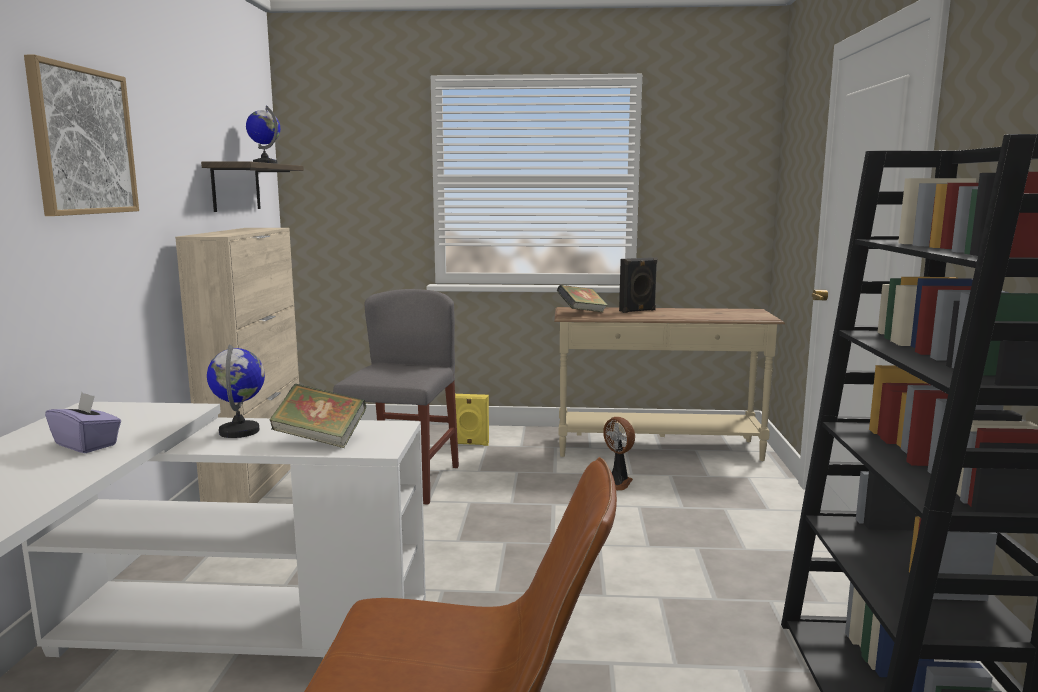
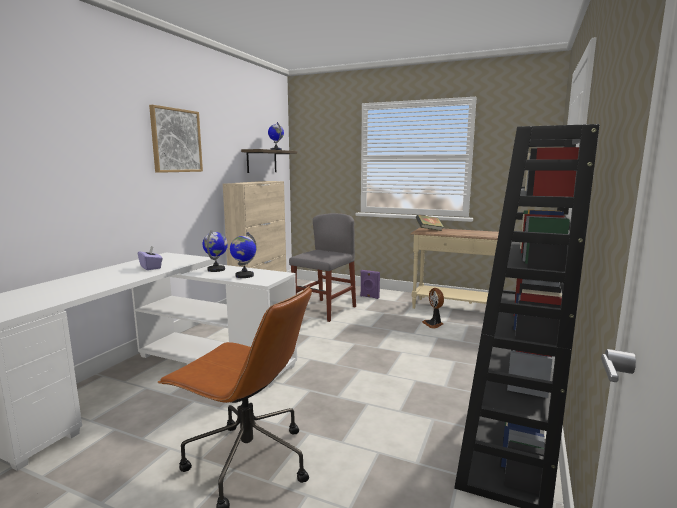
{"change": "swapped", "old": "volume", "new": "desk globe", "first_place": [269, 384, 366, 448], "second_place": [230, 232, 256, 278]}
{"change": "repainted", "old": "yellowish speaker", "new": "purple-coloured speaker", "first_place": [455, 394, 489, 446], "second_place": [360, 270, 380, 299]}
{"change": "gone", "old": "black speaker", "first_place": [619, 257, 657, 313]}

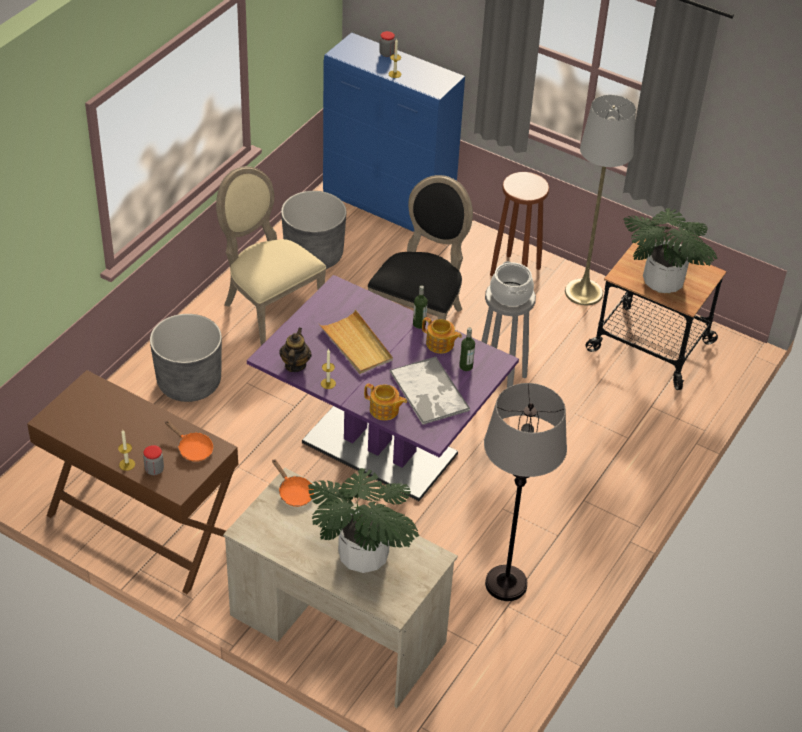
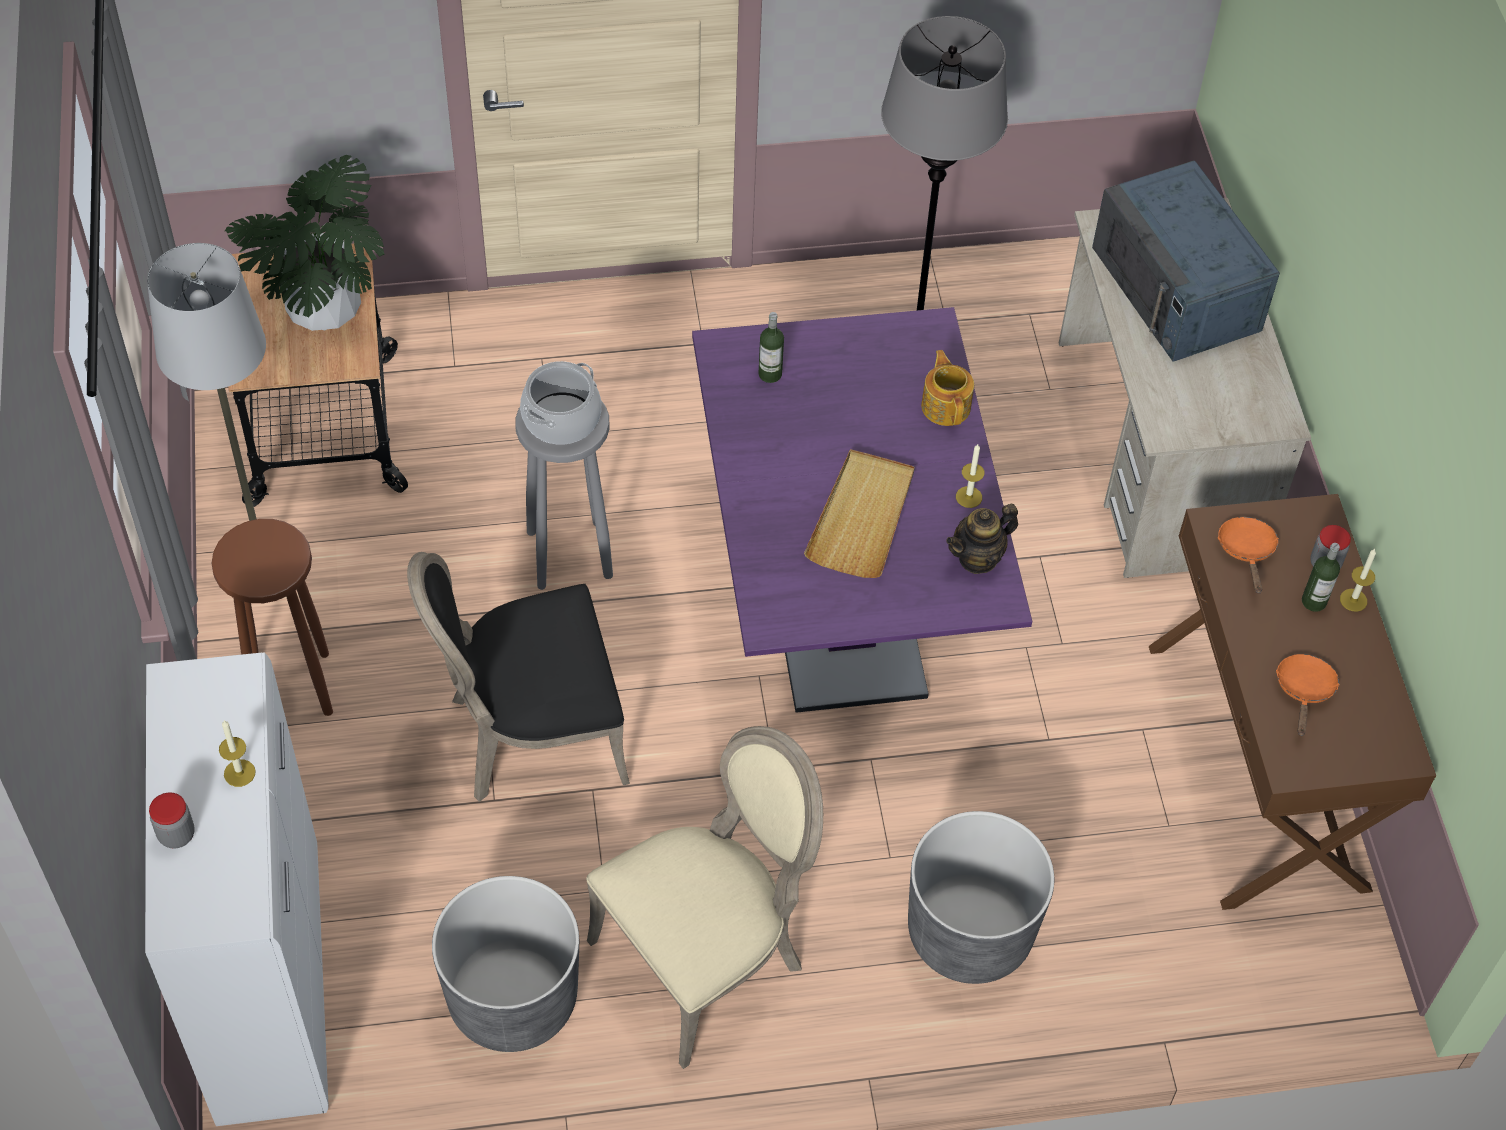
{"change": "repainted", "old": "blue storage cabinet", "new": "whitish storage cabinet", "first_place": [323, 32, 465, 236], "second_place": [145, 652, 329, 1126]}
{"change": "rotated", "old": "sand-coloured plain chair", "first_place": [216, 166, 326, 346], "second_place": [586, 726, 823, 1069], "degrees": -135}
{"change": "swapped", "old": "houseplant", "new": "blue kitchen microwave", "first_place": [308, 468, 419, 573], "second_place": [1092, 161, 1280, 362]}
{"change": "shifted", "old": "orange pan", "first_place": [272, 459, 314, 507], "second_place": [1276, 654, 1340, 736]}
{"change": "shifted", "old": "drink bottle", "first_place": [413, 285, 428, 329], "second_place": [1302, 543, 1340, 612]}
{"change": "gone", "old": "tray", "first_place": [390, 357, 470, 425]}
{"change": "gone", "old": "pot for tea", "first_place": [422, 317, 462, 354]}

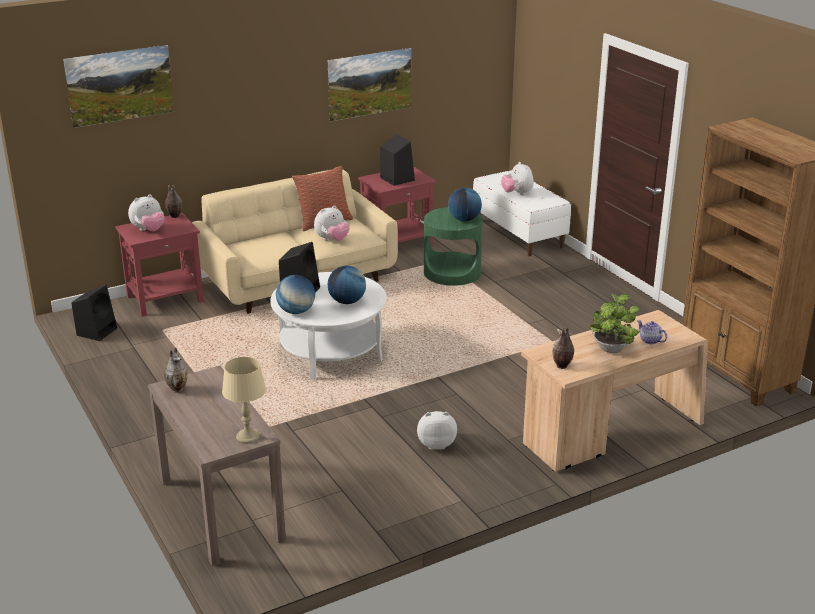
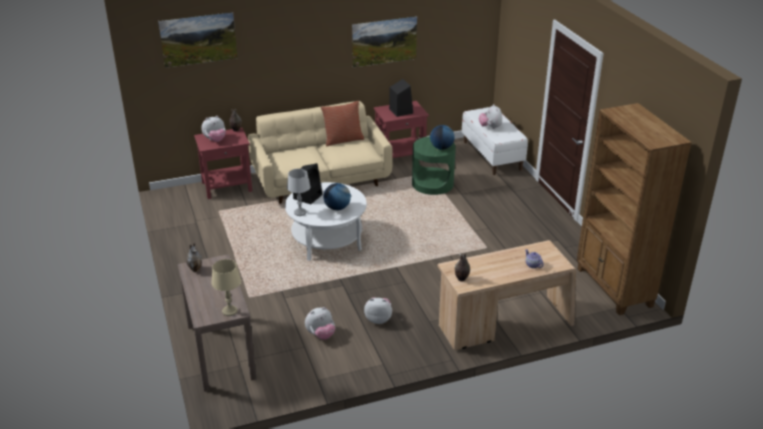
{"change": "swapped", "old": "desk globe", "new": "greyish lamp for a table", "first_place": [276, 275, 315, 314], "second_place": [287, 169, 311, 216]}
{"change": "shifted", "old": "cuddly toy", "first_place": [314, 205, 350, 241], "second_place": [305, 307, 335, 340]}
{"change": "gone", "old": "black speaker", "first_place": [71, 285, 117, 341]}
{"change": "gone", "old": "houseplant", "first_place": [590, 293, 639, 353]}

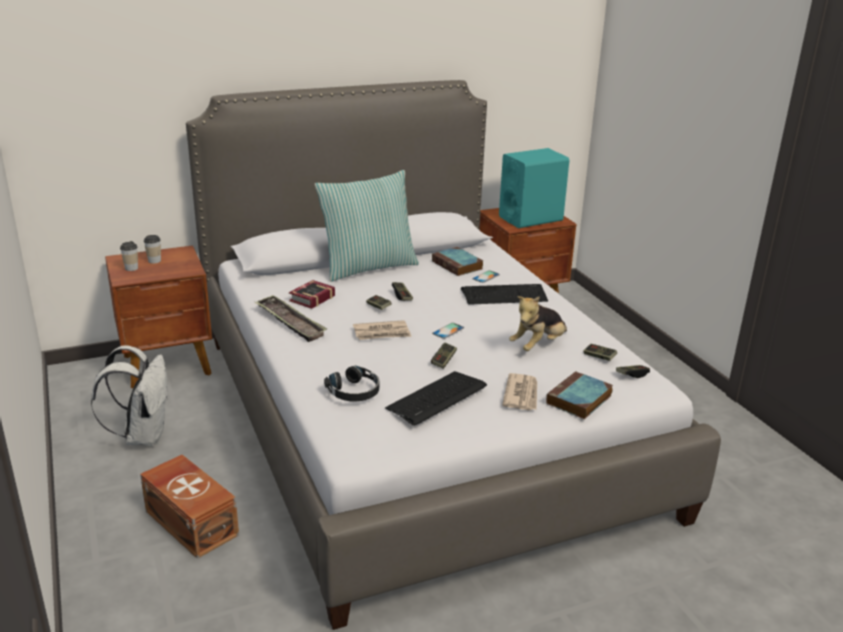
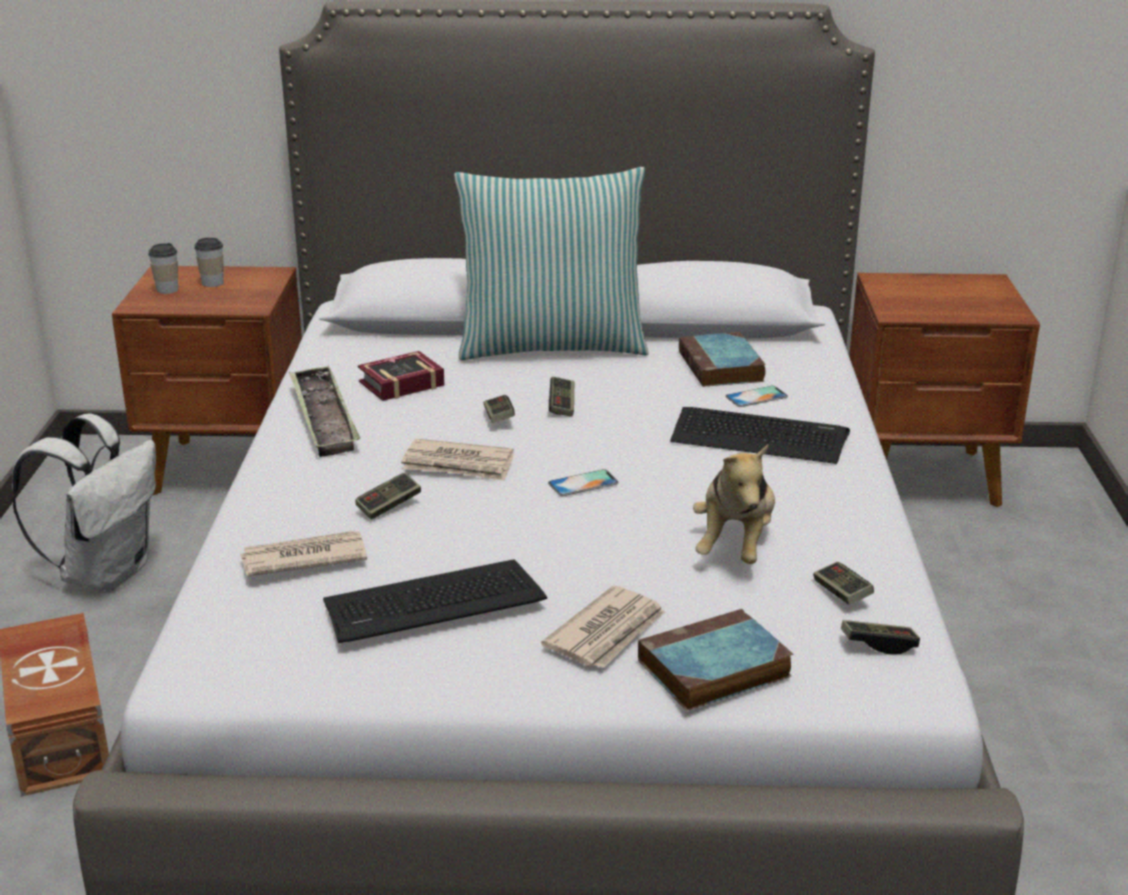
{"change": "swapped", "old": "black headphones", "new": "printed paper", "first_place": [324, 366, 379, 401], "second_place": [240, 531, 367, 576]}
{"change": "shifted", "old": "game controller", "first_place": [431, 342, 457, 369], "second_place": [355, 472, 421, 520]}
{"change": "rotated", "old": "cuddly toy", "first_place": [509, 296, 567, 351], "second_place": [693, 444, 775, 564], "degrees": -60}
{"change": "gone", "old": "turquoise speaker", "first_place": [499, 148, 569, 228]}

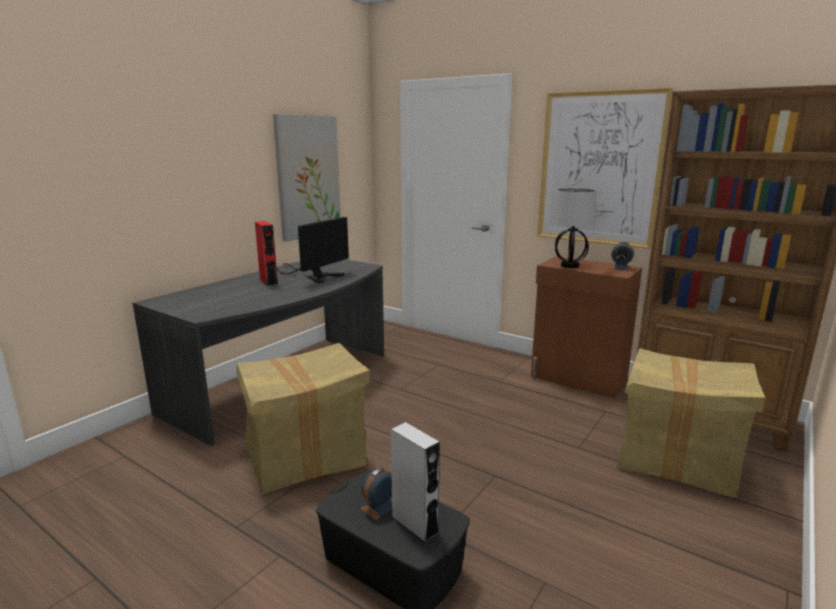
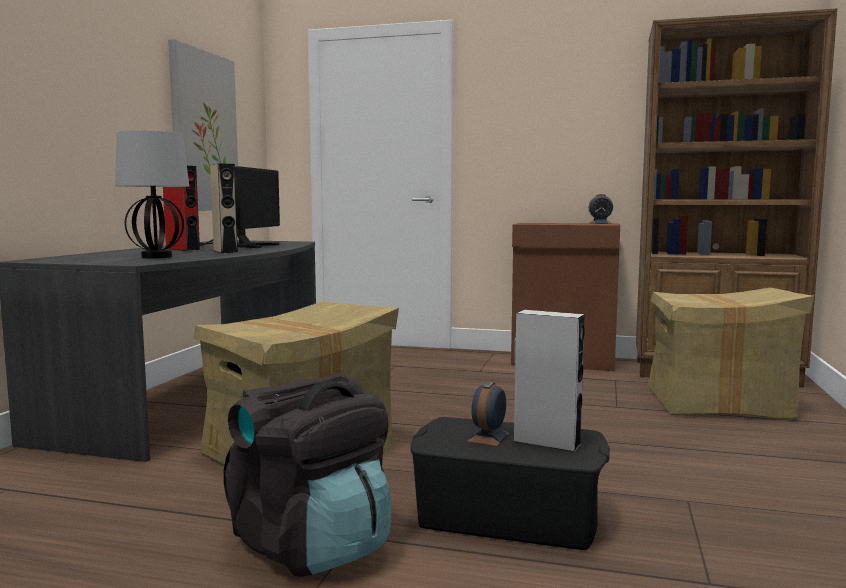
{"change": "shifted", "old": "lamp for a table", "first_place": [552, 188, 597, 268], "second_place": [115, 130, 189, 259]}
{"change": "new", "new": "sand-coloured speaker", "second_place": [210, 163, 238, 254]}
{"change": "new", "new": "black rucksack", "second_place": [224, 374, 392, 577]}
{"change": "gone", "old": "wall picture", "first_place": [538, 88, 673, 249]}

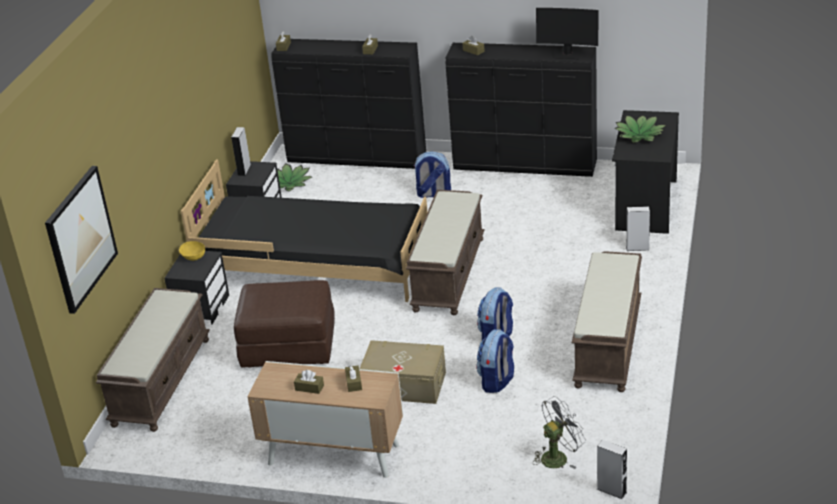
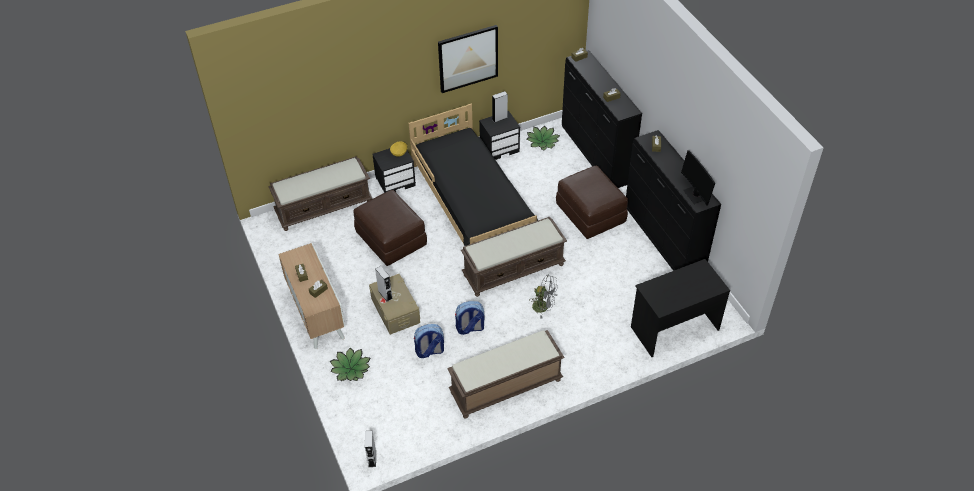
{"change": "shifted", "old": "houseplant", "first_place": [614, 115, 666, 143], "second_place": [330, 348, 370, 381]}
{"change": "shifted", "old": "greyish speaker", "first_place": [626, 206, 650, 251], "second_place": [375, 266, 393, 302]}
{"change": "shifted", "old": "wall picture", "first_place": [45, 166, 118, 314], "second_place": [438, 25, 498, 93]}
{"change": "shifted", "old": "greyish fan", "first_place": [533, 396, 586, 469], "second_place": [529, 274, 558, 318]}
{"change": "swapped", "old": "rucksack", "new": "brown-coloured pouffe", "first_place": [413, 151, 451, 198], "second_place": [556, 166, 628, 239]}

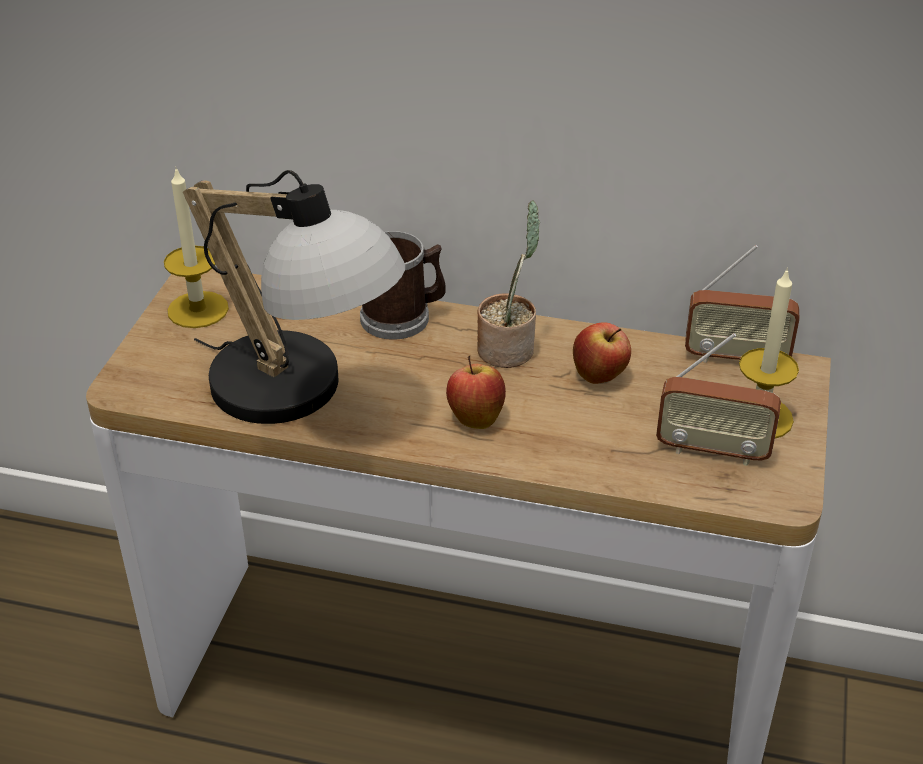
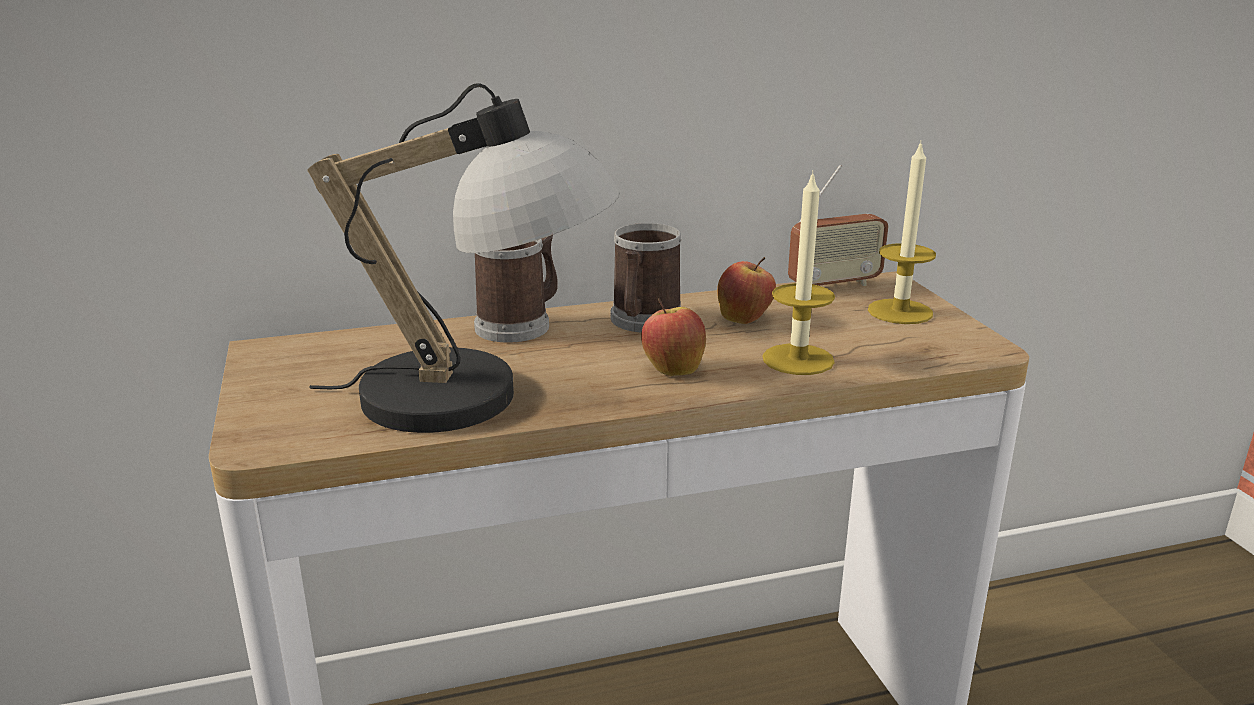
{"change": "swapped", "old": "houseplant", "new": "tea mug", "first_place": [477, 200, 540, 368], "second_place": [611, 223, 681, 332]}
{"change": "shifted", "old": "wax light", "first_place": [164, 166, 229, 328], "second_place": [762, 171, 835, 375]}
{"change": "gone", "old": "radio set", "first_place": [656, 333, 781, 466]}

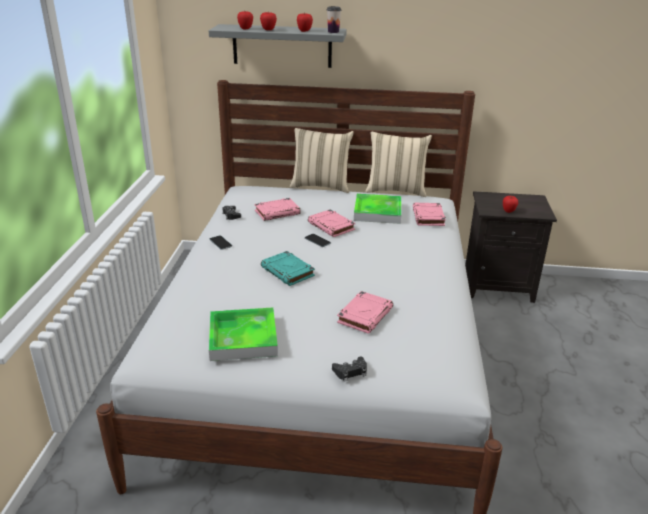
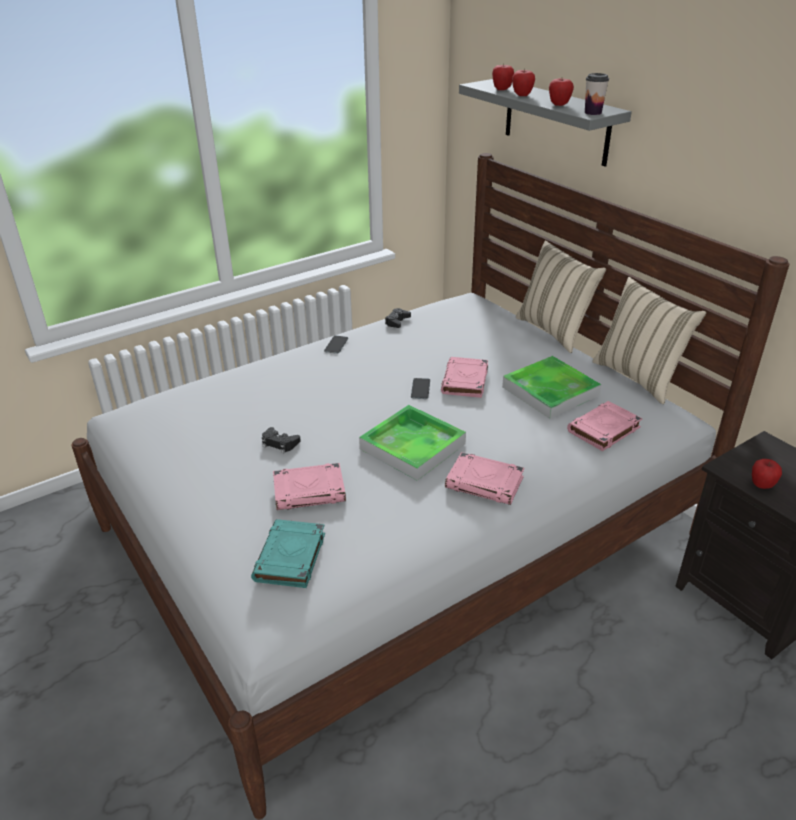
{"change": "shifted", "old": "turquoise volume", "first_place": [261, 251, 315, 286], "second_place": [251, 519, 325, 588]}
{"change": "shifted", "old": "black game controller", "first_place": [332, 357, 367, 382], "second_place": [262, 427, 301, 453]}
{"change": "shifted", "old": "tray", "first_place": [209, 308, 278, 361], "second_place": [359, 405, 466, 481]}
{"change": "shifted", "old": "pinkish volume", "first_place": [254, 198, 301, 221], "second_place": [445, 452, 524, 505]}

